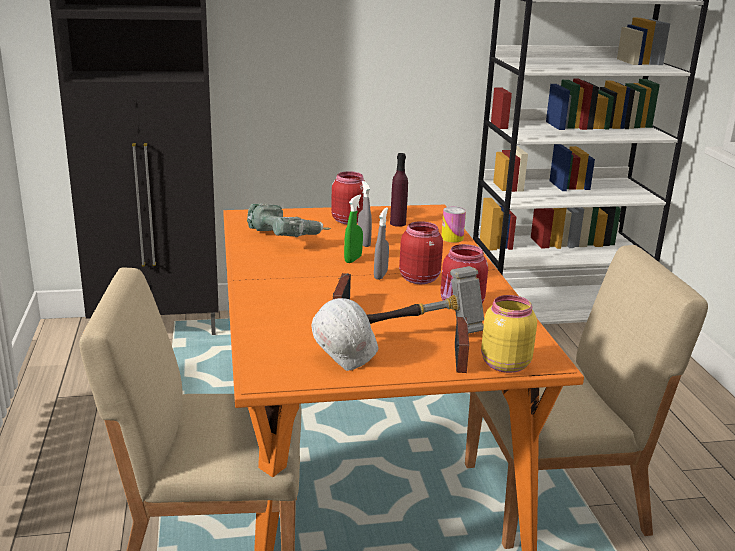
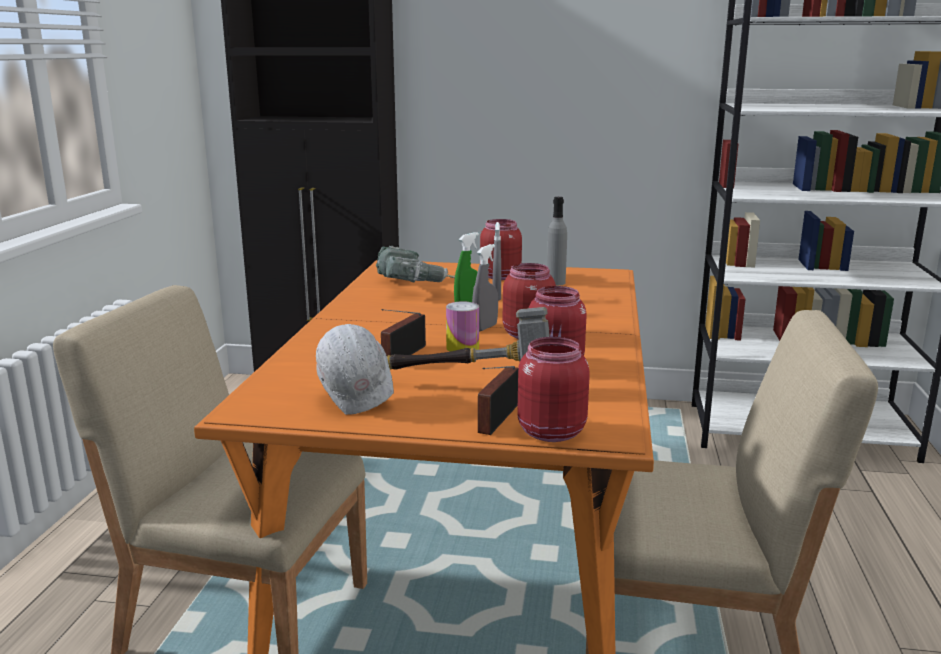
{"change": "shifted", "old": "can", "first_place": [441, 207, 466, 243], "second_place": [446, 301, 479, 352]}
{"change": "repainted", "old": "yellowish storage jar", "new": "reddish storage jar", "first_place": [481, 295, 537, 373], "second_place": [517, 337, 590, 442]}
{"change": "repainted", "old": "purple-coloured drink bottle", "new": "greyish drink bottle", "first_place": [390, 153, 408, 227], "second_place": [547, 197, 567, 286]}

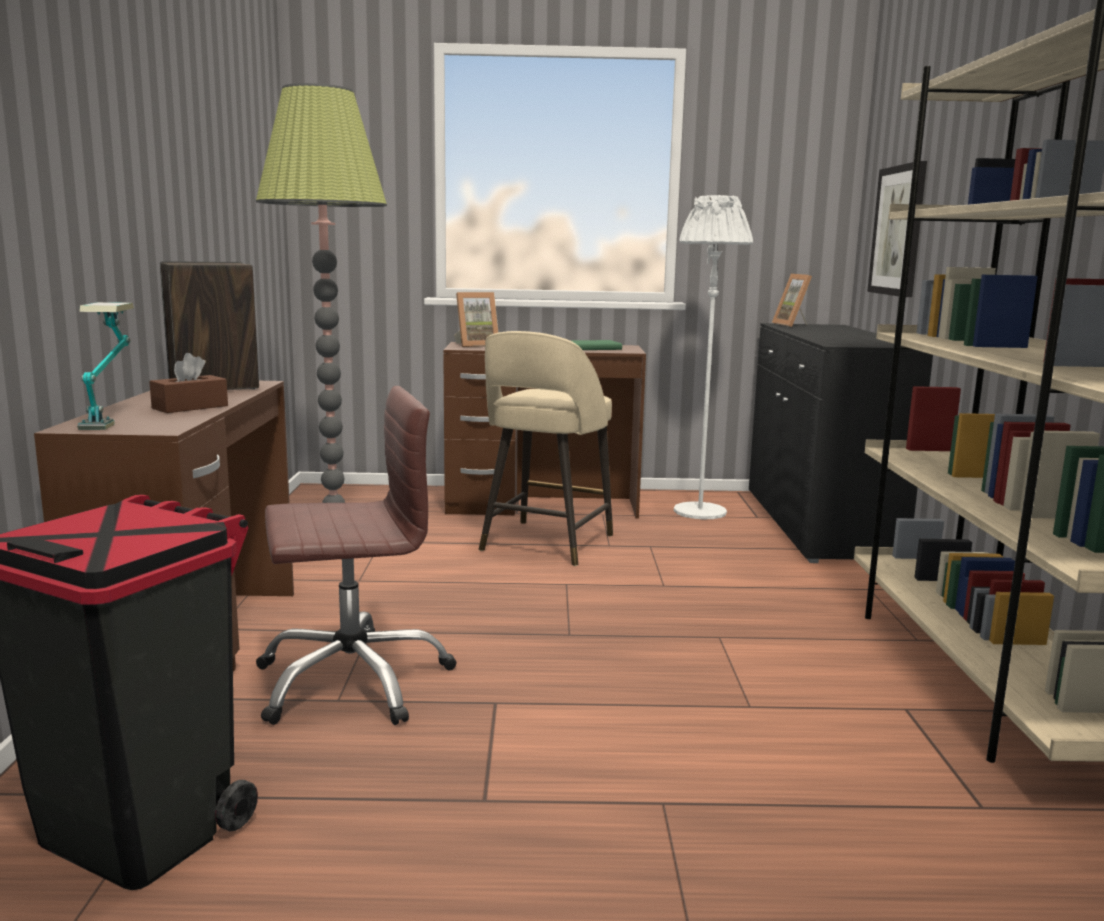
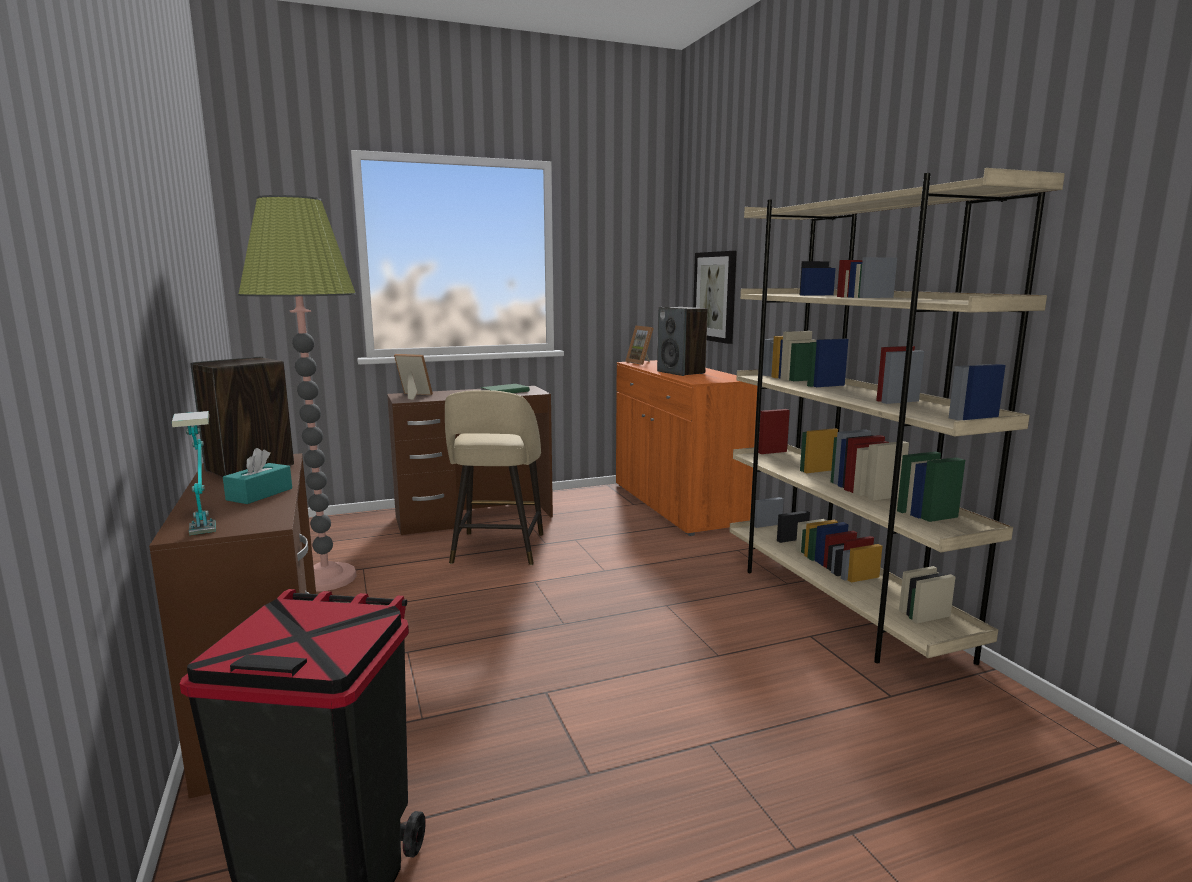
{"change": "repainted", "old": "brown-coloured box of tissues", "new": "turquoise box of tissues", "first_place": [149, 353, 228, 413], "second_place": [223, 448, 292, 504]}
{"change": "rotated", "old": "picture frame", "first_place": [454, 292, 498, 347], "second_place": [394, 354, 433, 400], "degrees": -120}
{"change": "repainted", "old": "black storage cabinet", "new": "orange storage cabinet", "first_place": [749, 323, 933, 563], "second_place": [616, 360, 757, 536]}
{"change": "new", "new": "speaker", "second_place": [657, 307, 708, 376]}
{"change": "gone", "old": "brown-coloured desk chair", "first_place": [256, 386, 456, 725]}
{"change": "gone", "old": "whitish standard lamp", "first_place": [674, 195, 753, 520]}

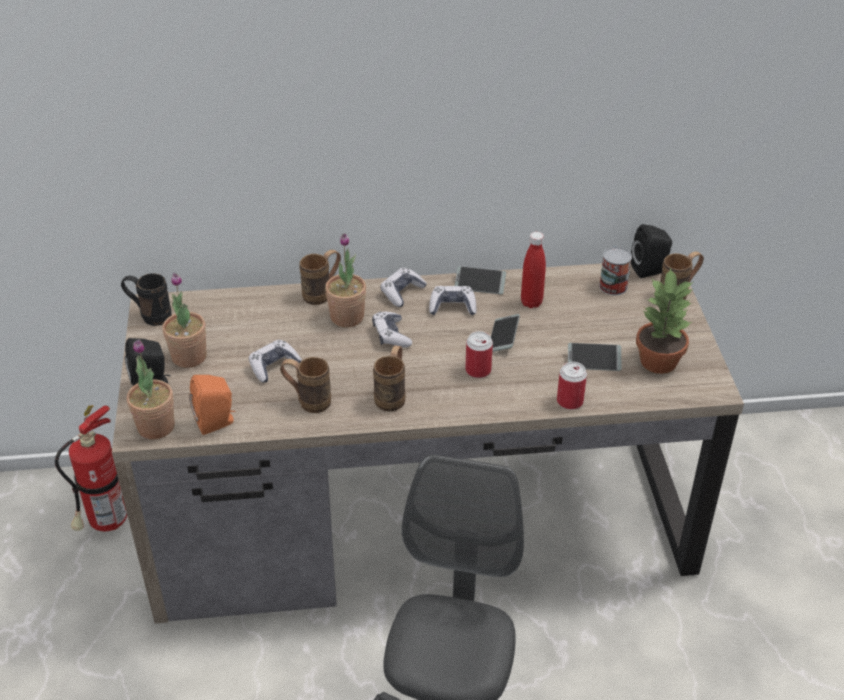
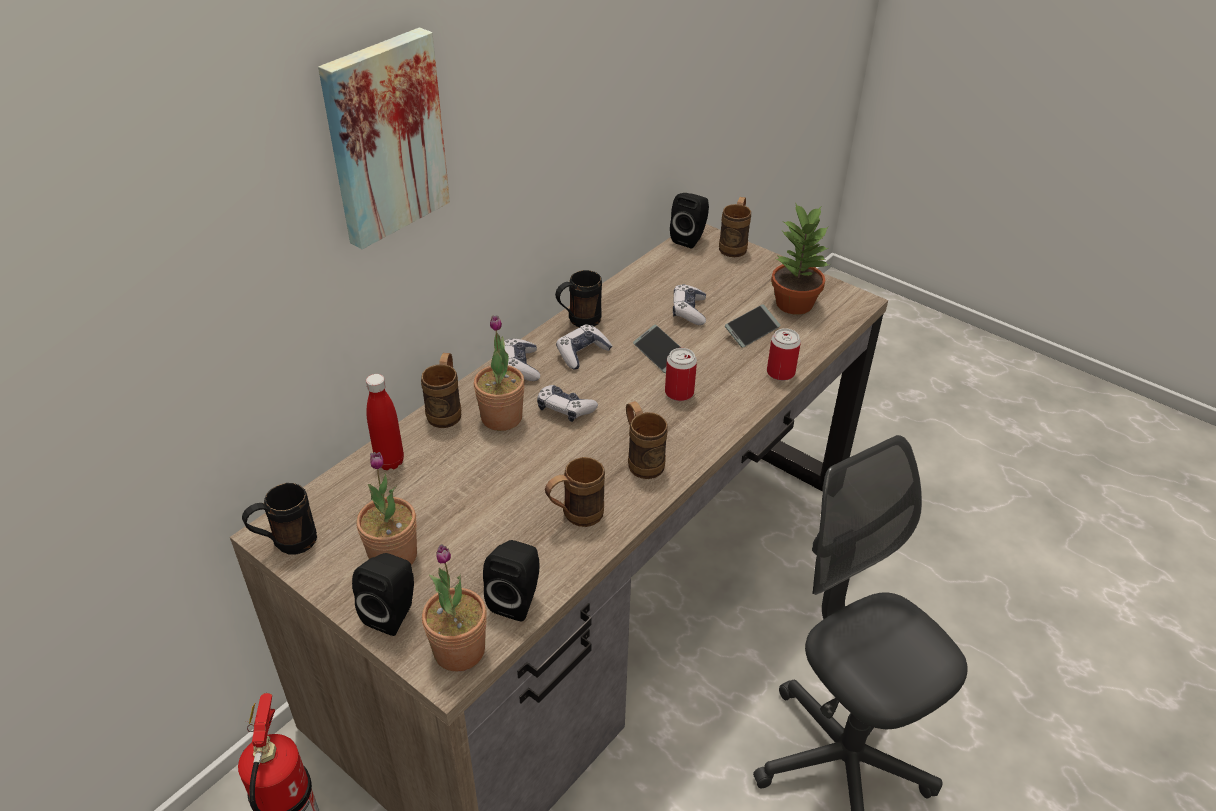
{"change": "new", "new": "wall picture", "second_place": [318, 28, 450, 249]}
{"change": "shifted", "old": "reddish drink bottle", "first_place": [521, 232, 546, 308], "second_place": [366, 374, 404, 470]}
{"change": "repainted", "old": "orange speaker", "new": "black speaker", "first_place": [189, 375, 235, 435], "second_place": [483, 540, 539, 621]}
{"change": "swapped", "old": "telephone", "new": "black tea mug", "first_place": [455, 266, 506, 294], "second_place": [555, 270, 602, 327]}
{"change": "shifted", "old": "game controller", "first_place": [249, 340, 302, 383], "second_place": [673, 284, 706, 325]}
{"change": "gone", "old": "can", "first_place": [599, 247, 632, 295]}

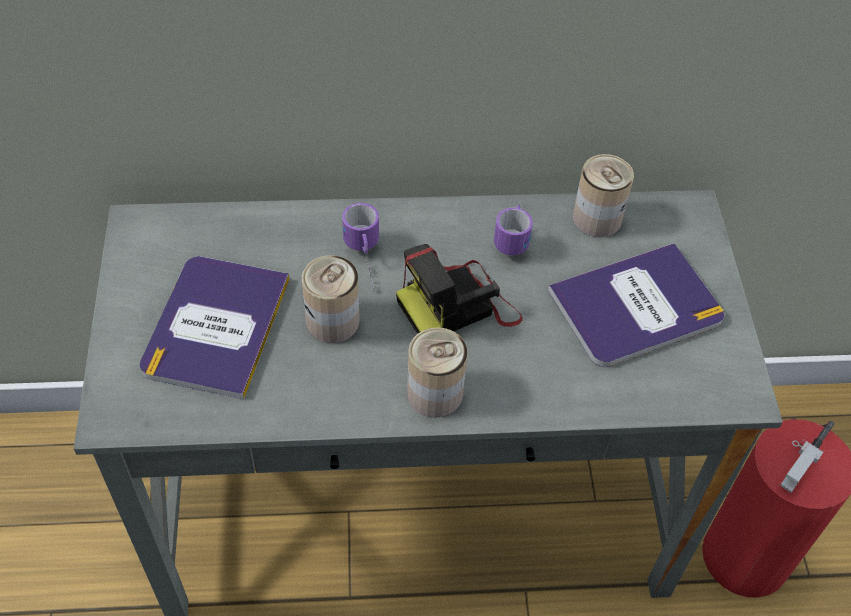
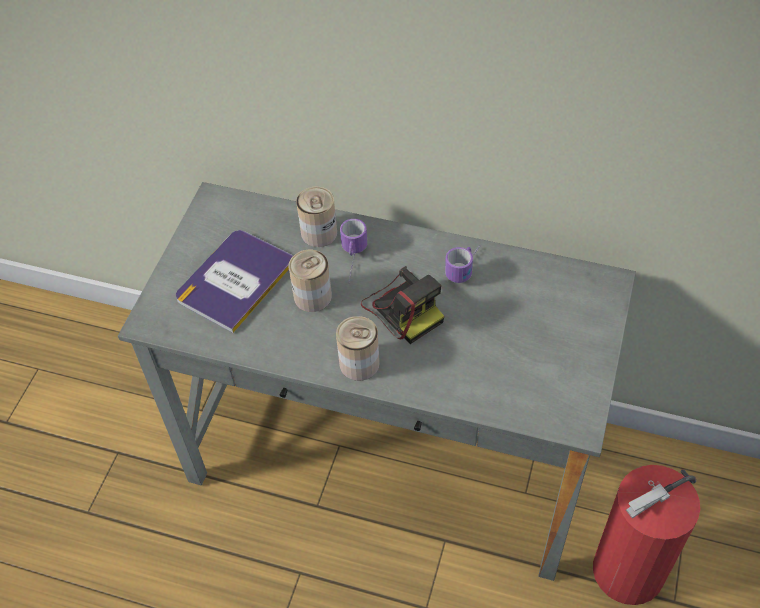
{"change": "shifted", "old": "can", "first_place": [573, 154, 634, 237], "second_place": [296, 186, 337, 247]}
{"change": "rotated", "old": "still camera", "first_place": [396, 244, 523, 334], "second_place": [361, 266, 444, 344], "degrees": -120}
{"change": "gone", "old": "volume", "first_place": [548, 243, 724, 367]}

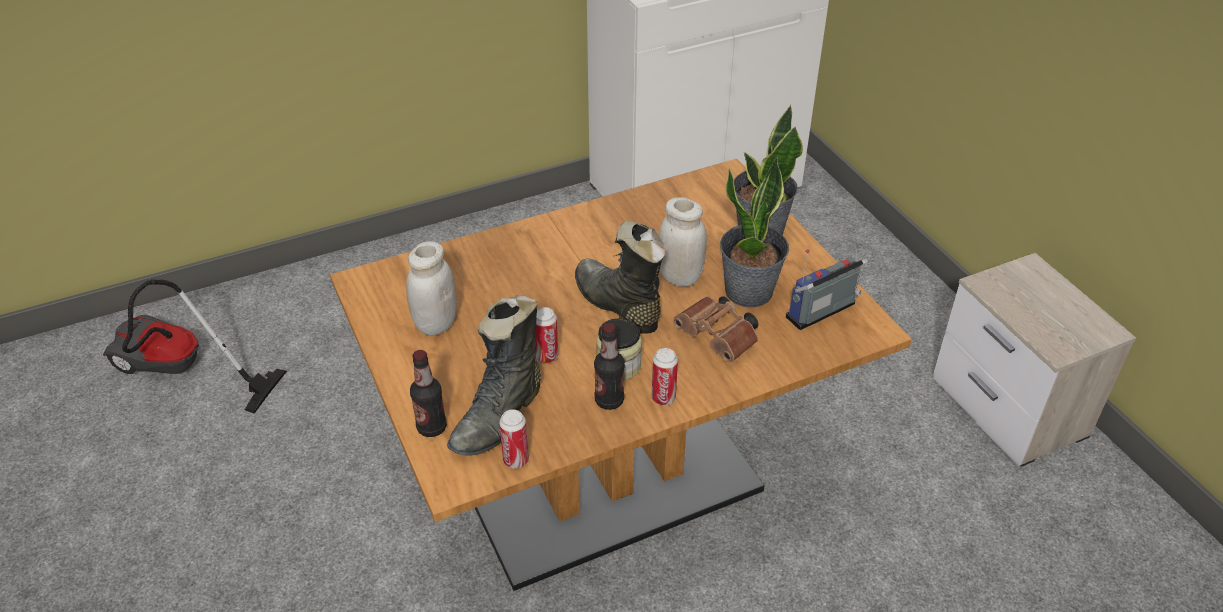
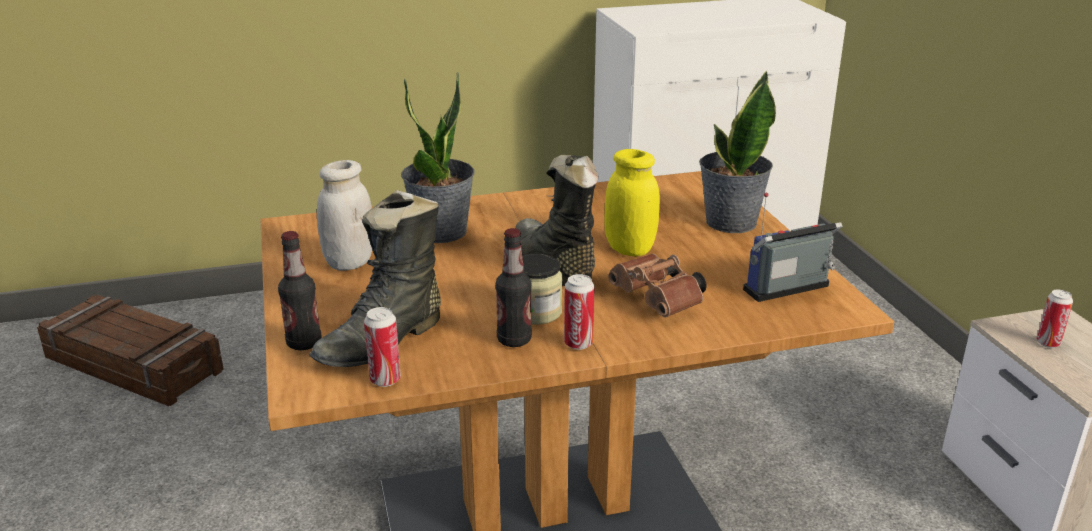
{"change": "swapped", "old": "vacuum", "new": "packing crate", "first_place": [103, 279, 287, 414], "second_place": [37, 295, 224, 406]}
{"change": "shifted", "old": "houseplant", "first_place": [720, 156, 789, 308], "second_place": [401, 72, 475, 243]}
{"change": "repainted", "old": "whitish storage jar", "new": "yellowish storage jar", "first_place": [659, 197, 707, 287], "second_place": [605, 149, 660, 256]}
{"change": "shifted", "old": "can", "first_place": [535, 307, 558, 363], "second_place": [1036, 290, 1073, 348]}

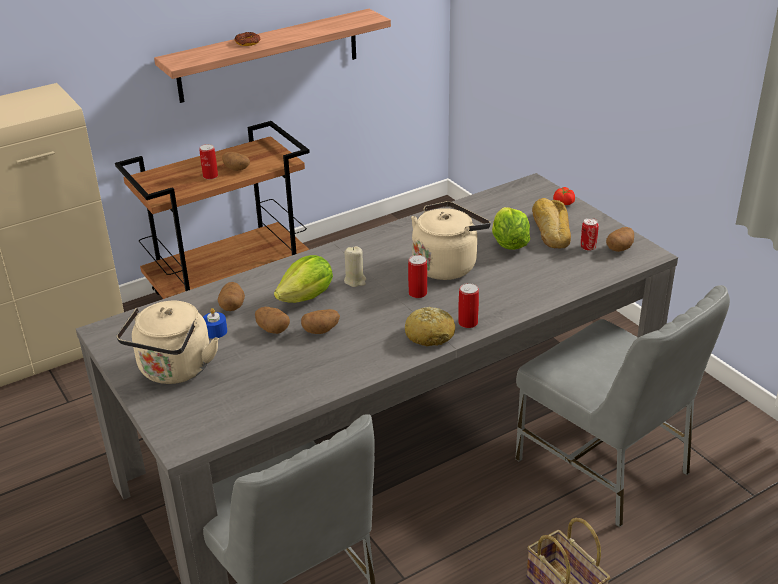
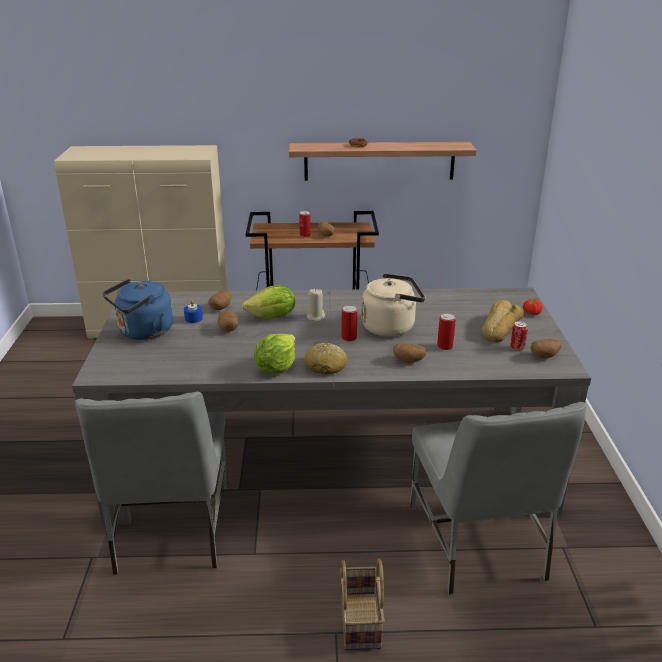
{"change": "repainted", "old": "sand-coloured tea kettle", "new": "blue tea kettle", "first_place": [116, 301, 219, 384], "second_place": [103, 279, 173, 340]}
{"change": "shifted", "old": "head of lettuce", "first_place": [492, 207, 530, 250], "second_place": [254, 334, 295, 373]}
{"change": "shifted", "old": "spud", "first_place": [301, 309, 340, 334], "second_place": [393, 343, 426, 363]}
{"change": "shifted", "old": "can", "first_place": [458, 283, 479, 328], "second_place": [437, 313, 456, 350]}

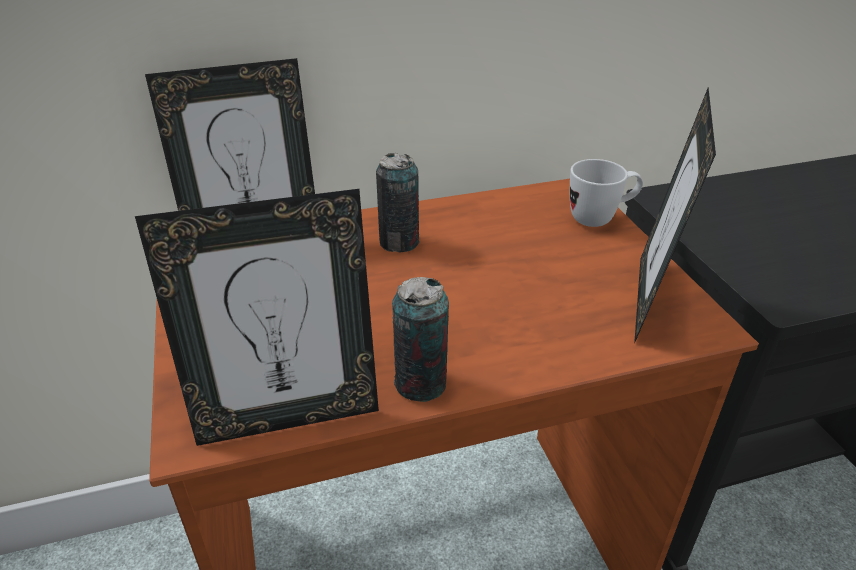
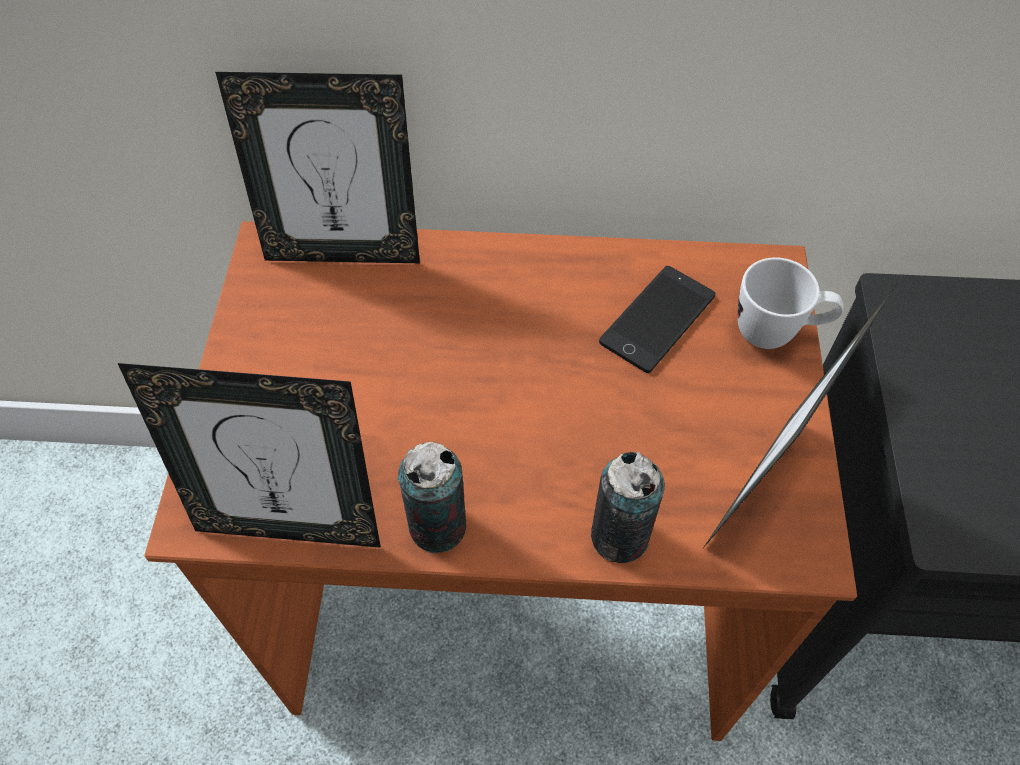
{"change": "shifted", "old": "can", "first_place": [376, 153, 420, 253], "second_place": [591, 452, 665, 563]}
{"change": "new", "new": "telephone", "second_place": [599, 266, 716, 373]}

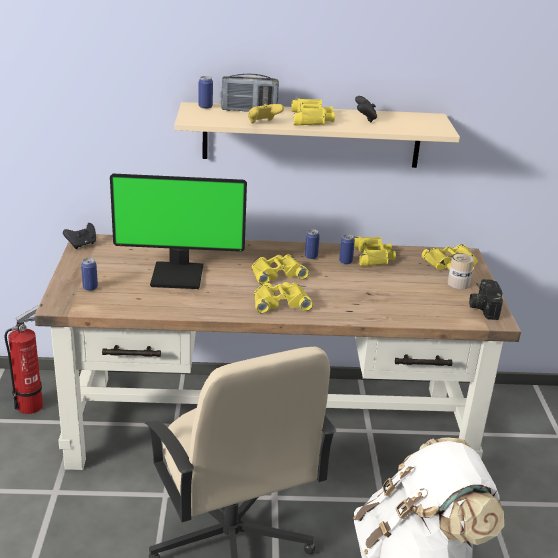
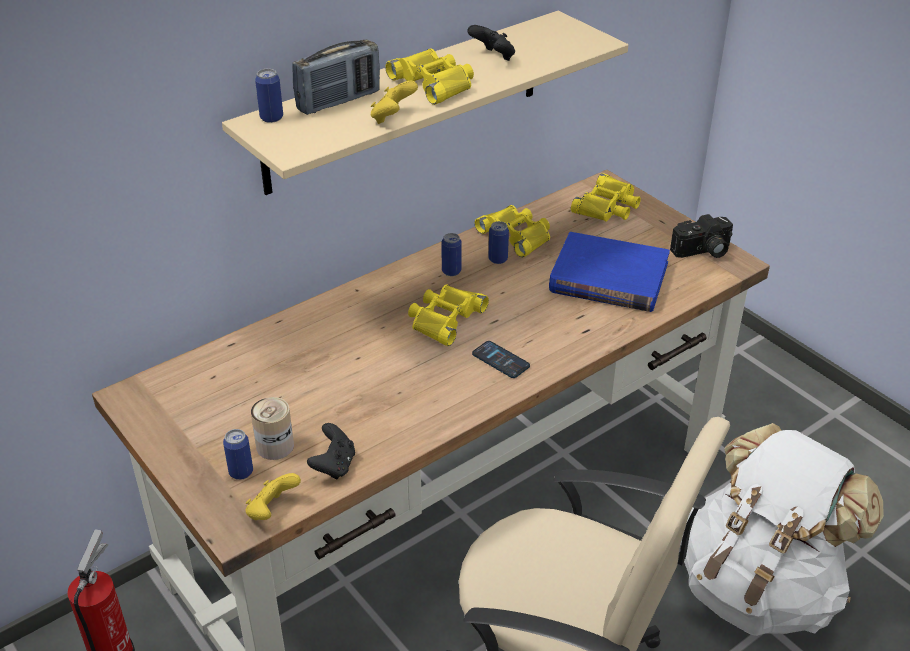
{"change": "new", "new": "yellowish game controller", "second_place": [246, 473, 301, 520]}
{"change": "shifted", "old": "can", "first_place": [448, 253, 474, 289], "second_place": [251, 397, 294, 460]}
{"change": "shifted", "old": "black game controller", "first_place": [63, 223, 96, 249], "second_place": [307, 423, 355, 479]}
{"change": "swapped", "old": "yellowish pair of binoculars", "new": "telephone", "first_place": [254, 282, 313, 314], "second_place": [472, 341, 530, 378]}
{"change": "new", "new": "blue volume", "second_place": [549, 232, 670, 312]}
{"change": "rotated", "old": "still camera", "first_place": [469, 279, 503, 320], "second_place": [670, 214, 733, 258], "degrees": -75}
{"change": "gone", "old": "computer display", "first_place": [110, 174, 247, 289]}

